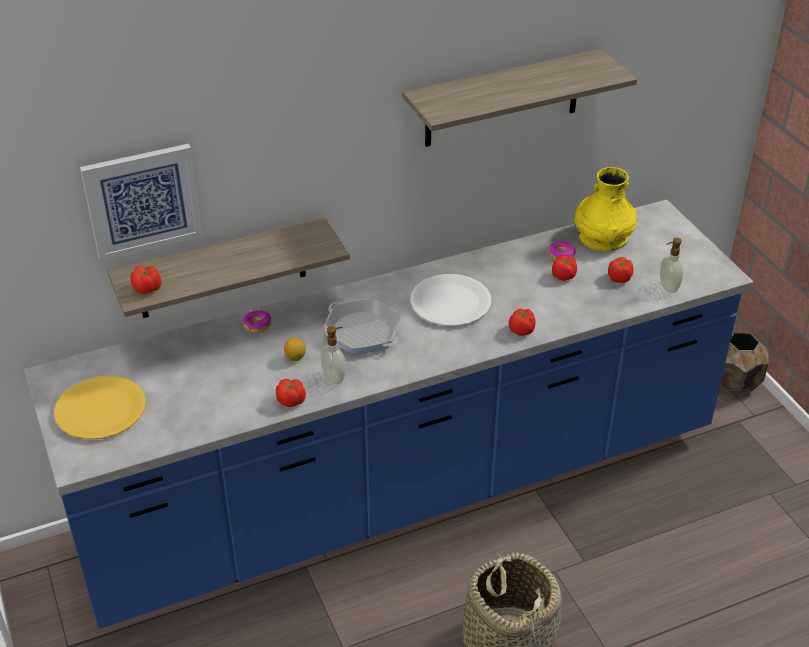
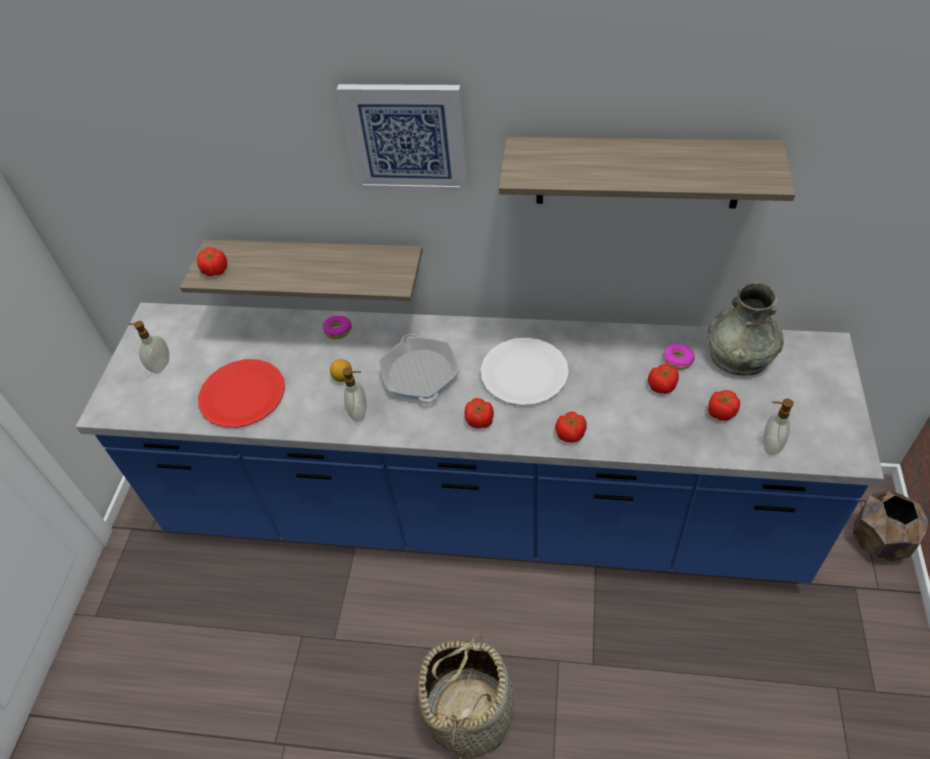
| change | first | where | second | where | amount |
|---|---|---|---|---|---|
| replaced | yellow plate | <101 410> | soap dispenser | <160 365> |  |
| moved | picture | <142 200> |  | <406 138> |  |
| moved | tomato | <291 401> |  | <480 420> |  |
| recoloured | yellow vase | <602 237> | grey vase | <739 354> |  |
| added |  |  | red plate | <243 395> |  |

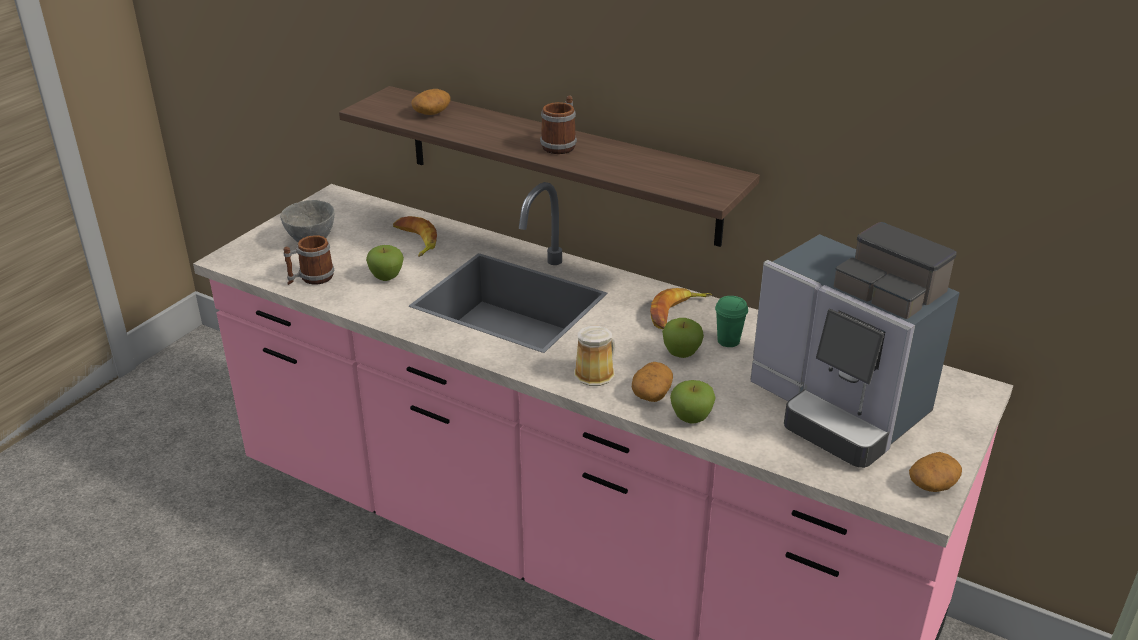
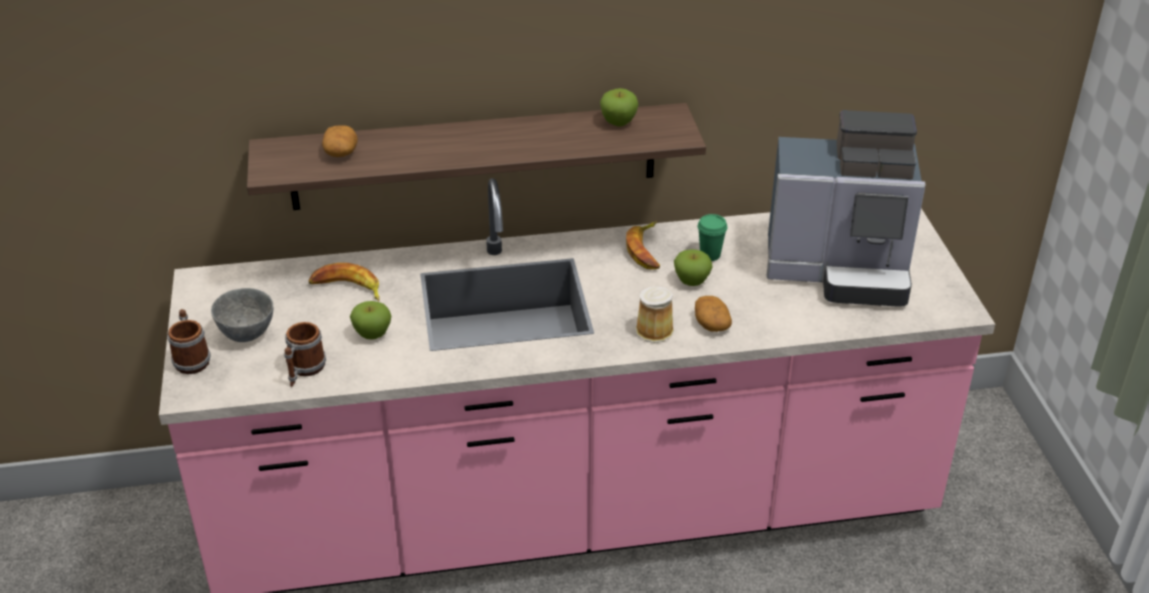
| change | first | where | second | where | amount |
|---|---|---|---|---|---|
| moved | mug | <561 145> |  | <191 358> |  |
| moved | apple | <691 418> |  | <618 123> |  |
| removed | potato | <932 484> |  |  |  |

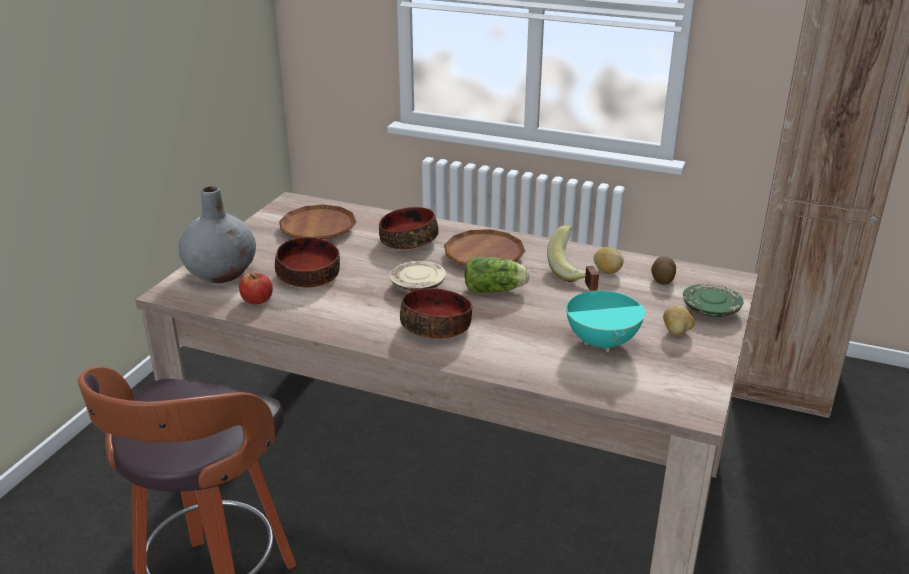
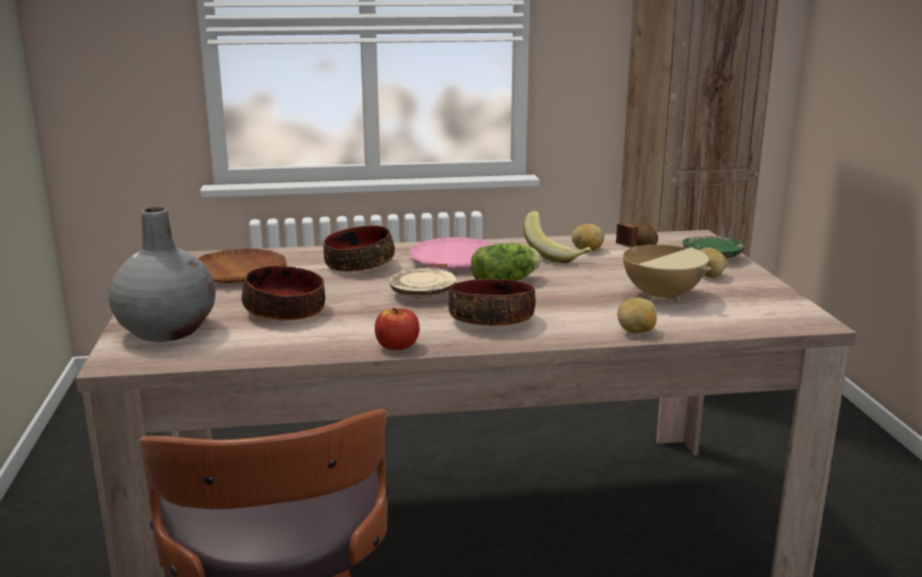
| change | first | where | second | where | amount |
|---|---|---|---|---|---|
| moved | apple | <257 300> |  | <397 346> |  |
| recoloured | brown plate | <484 255> | pink plate | <455 260> |  |
| recoloured | turquoise cooking pot | <603 341> | beige cooking pot | <662 295> |  |
| added |  |  | potato | <636 331> |  |

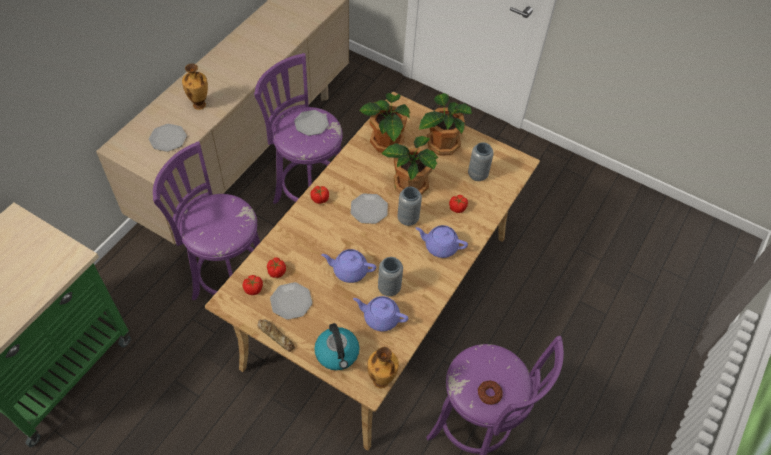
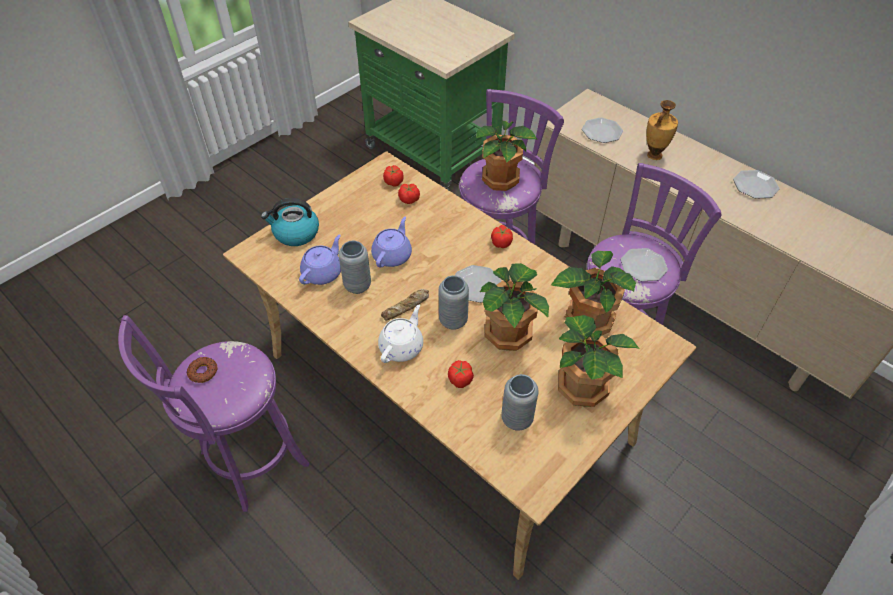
| change | first | where | second | where | amount |
|---|---|---|---|---|---|
| moved | bread | <276 336> |  | <406 307> |  |
| moved | plate | <291 301> |  | <755 185> |  |
| removed | vase | <381 382> |  |  |  |
| recoloured | purple teapot | <440 246> | white teapot | <402 346> |  |
| added |  |  | potted plant | <502 180> |  |

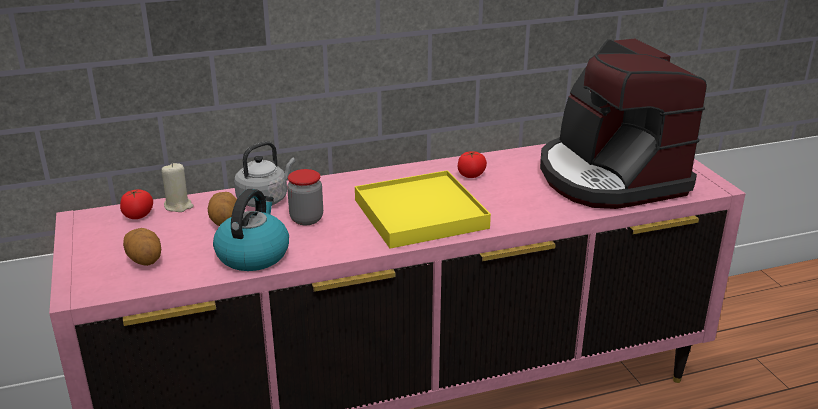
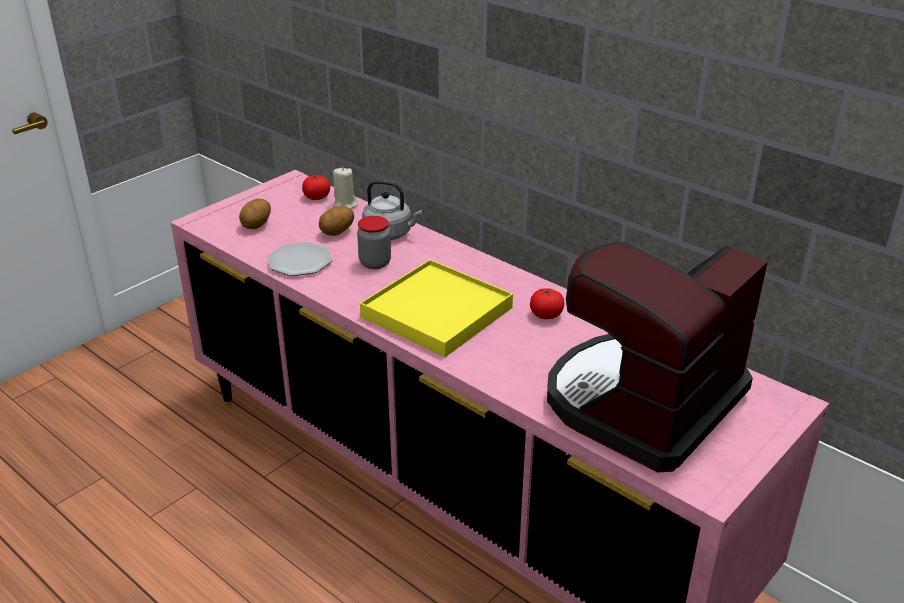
| change | first | where | second | where | amount |
|---|---|---|---|---|---|
| replaced | kettle | <253 254> | plate | <299 261> |  |

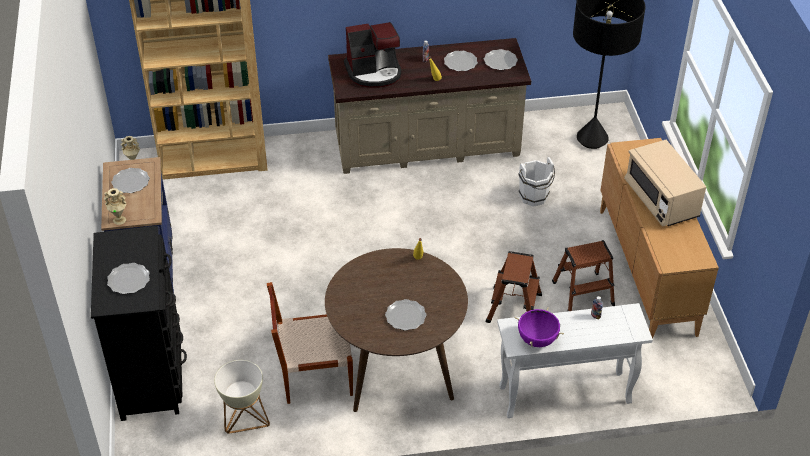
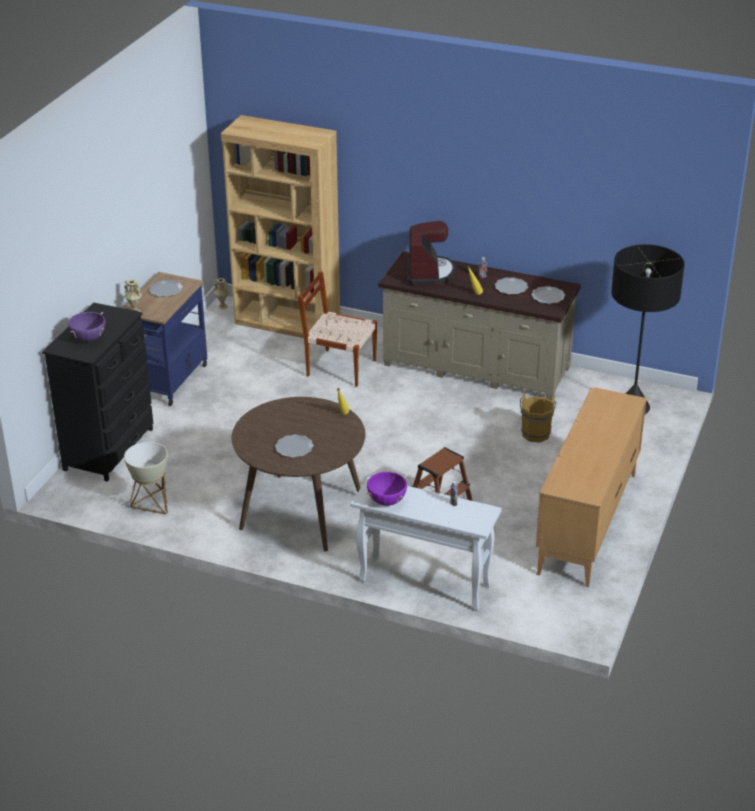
| change | first | where | second | where | amount |
|---|---|---|---|---|---|
| replaced | plate | <128 280> | purple cooking pot | <88 338> |  |
| moved | chair | <314 375> |  | <339 367> |  |
| turned | coffee machine | <374 72> |  | <429 273> | 105 degrees counterclockwise |
| recoloured | white bucket | <534 198> | brown bucket | <535 435> |  |
| removed | brown step ladder | <583 293> |  |  |  |
| removed | beige microwave | <661 200> |  |  |  |

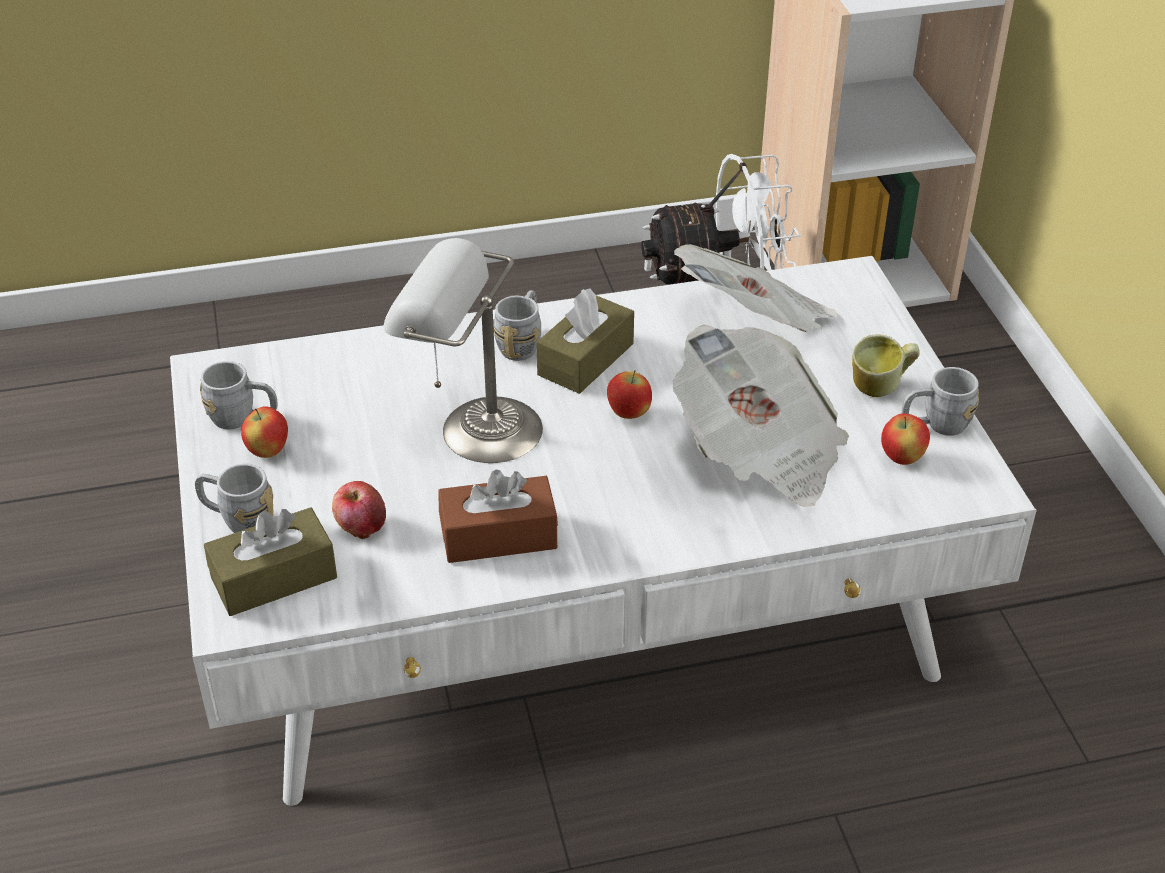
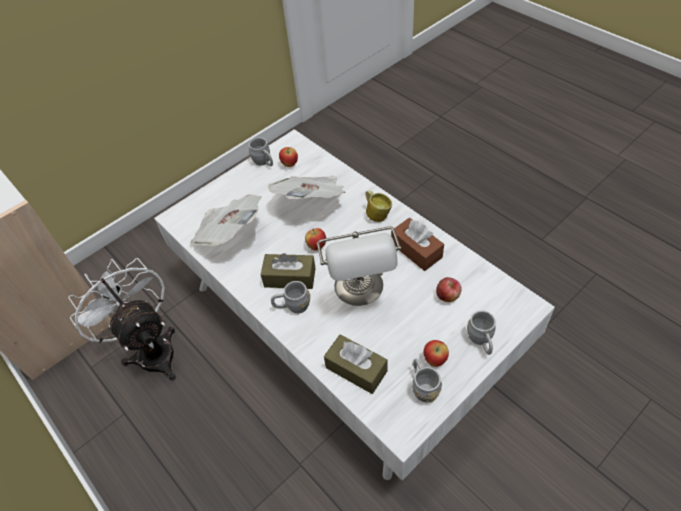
| change | first | where | second | where | amount |
|---|---|---|---|---|---|
| moved | brown tissue box | <274 578> |  | <356 369> |  |
| moved | mug | <880 388> |  | <377 214> |  |

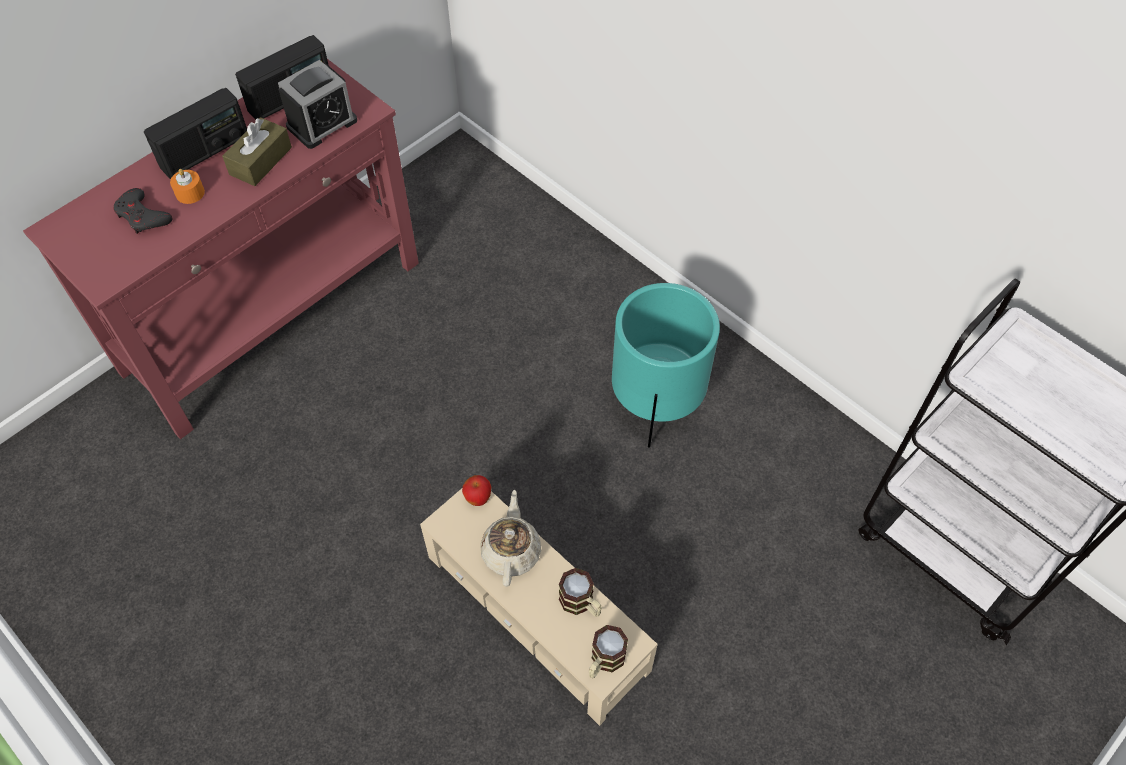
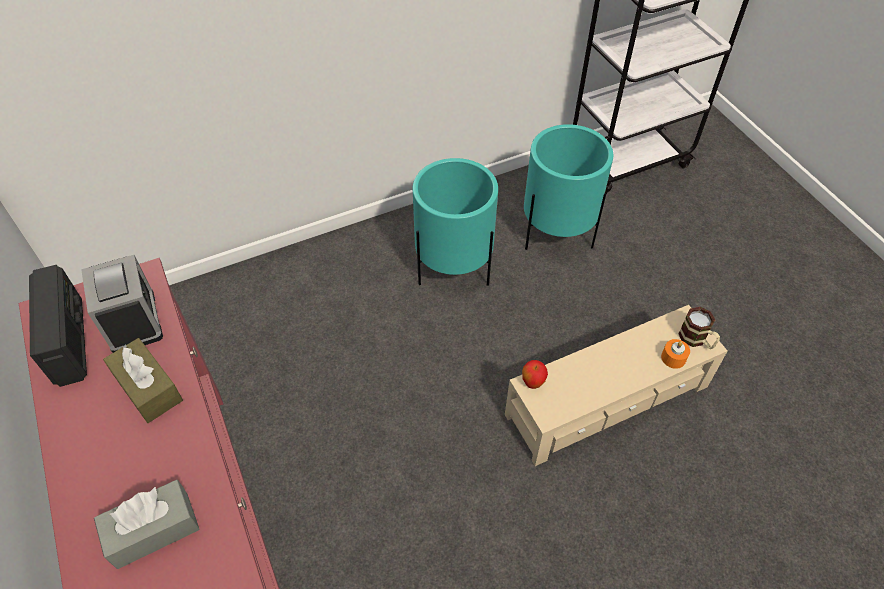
| change | first | where | second | where | amount |
|---|---|---|---|---|---|
| replaced | grey game controller | <143 216> | grey tissue box | <153 530> |  |
| removed | radio | <205 151> |  |  |  |
| moved | orange candle | <190 193> |  | <673 358> |  |
| removed | beige teapot | <511 551> |  |  |  |
| removed | mug | <581 603> |  |  |  |
| added |  |  | turquoise planter | <557 234> |  |

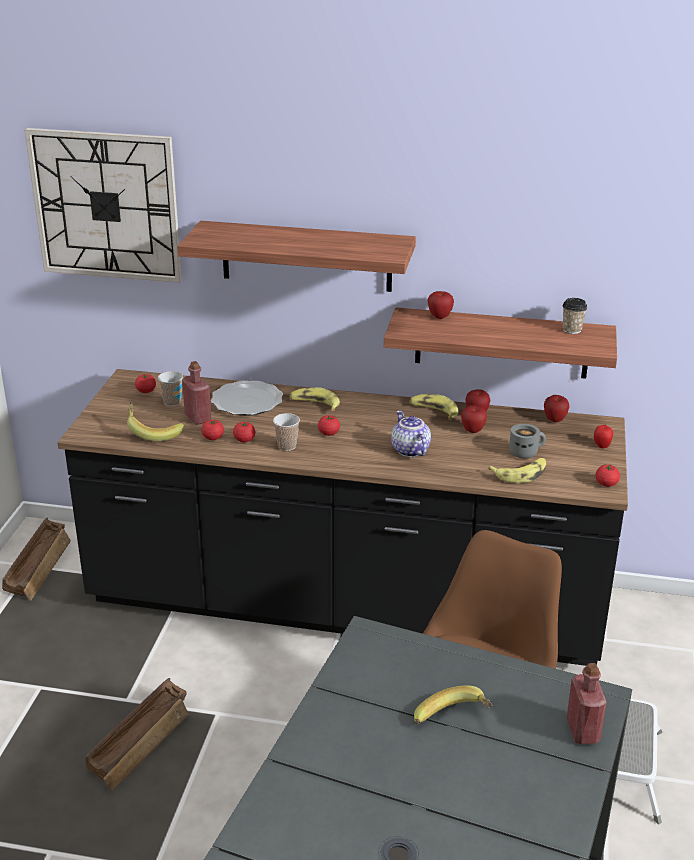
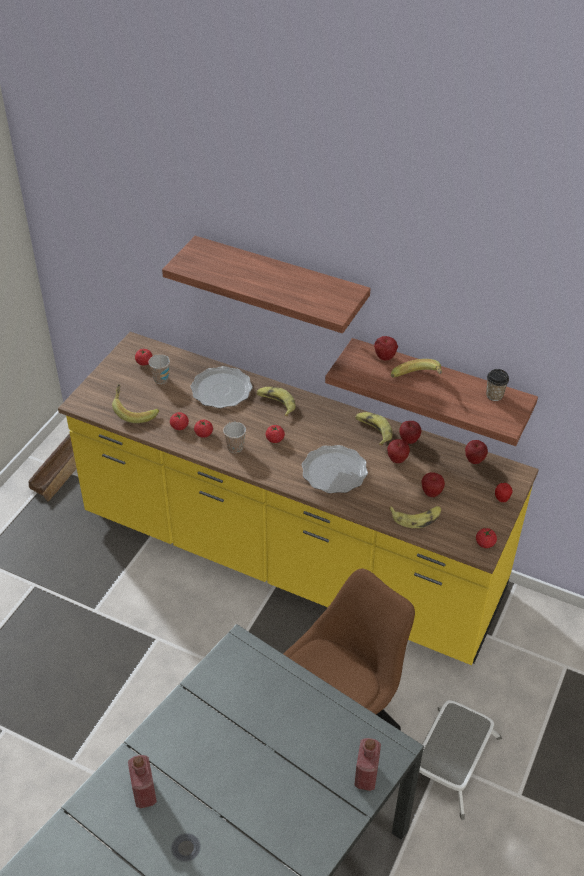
| change | first | where | second | where | amount |
|---|---|---|---|---|---|
| removed | wall clock | <106 205> |  |  |  |
| recoloured | black counter | <345 604> | yellow counter | <290 557> |  |
| removed | crate | <141 740> |  |  |  |
| moved | red bottle | <198 417> |  | <144 793> |  |
| replaced | teapot | <409 450> | plate | <334 472> |  |
| moved | banana | <453 722> |  | <417 381> |  |
| replaced | grey mug | <525 452> | apple | <431 493> |  |

